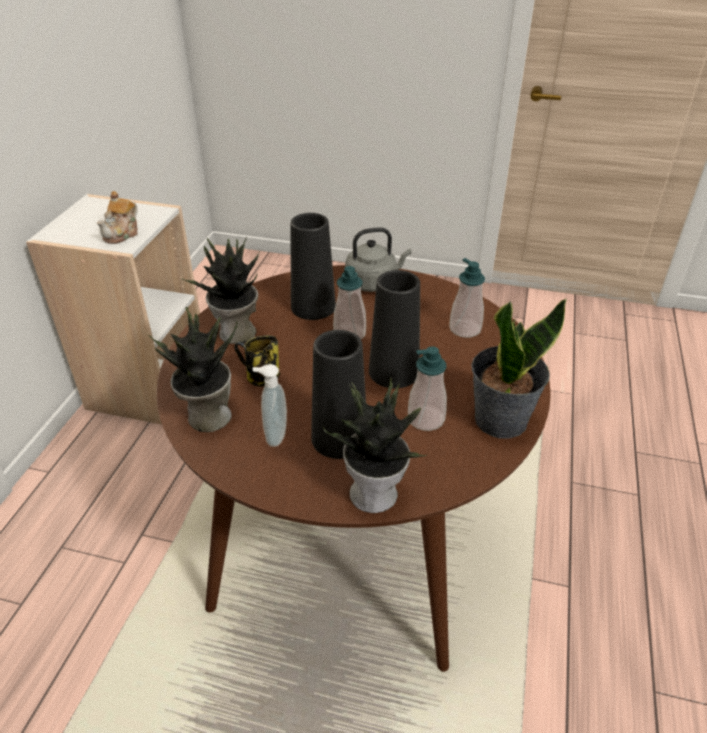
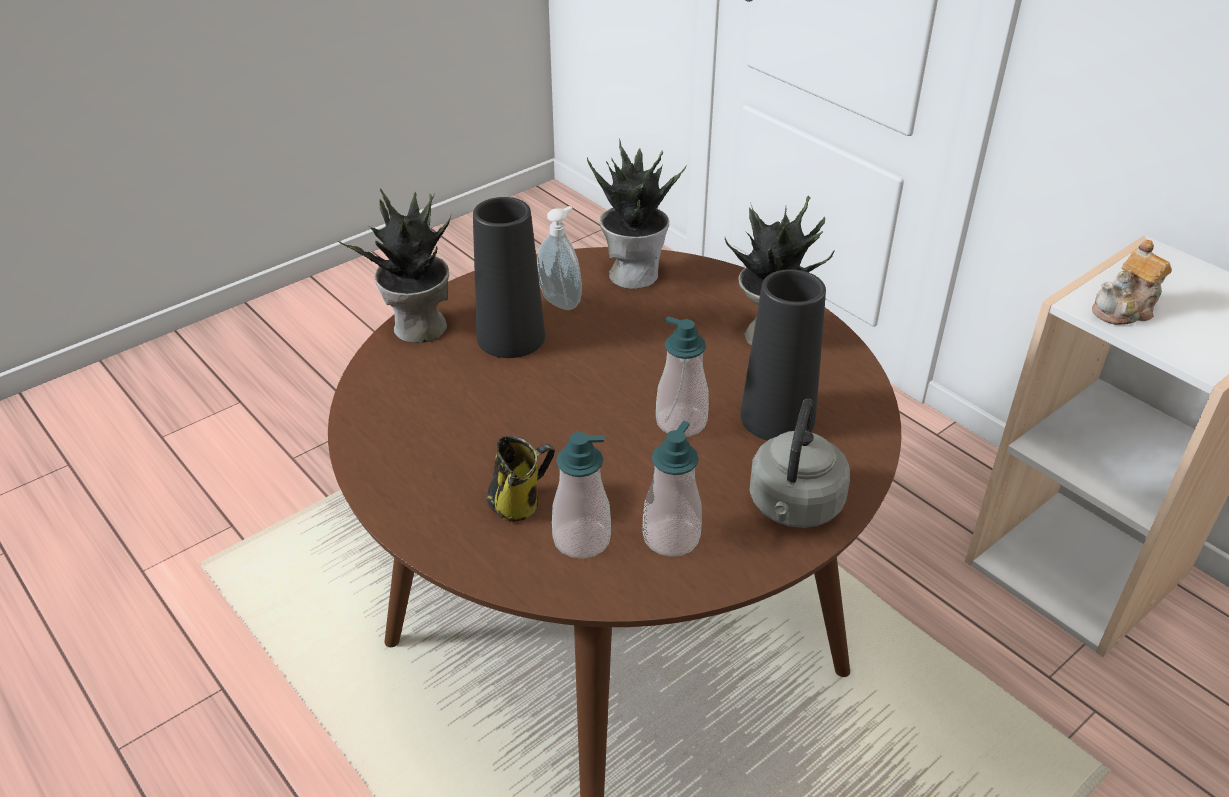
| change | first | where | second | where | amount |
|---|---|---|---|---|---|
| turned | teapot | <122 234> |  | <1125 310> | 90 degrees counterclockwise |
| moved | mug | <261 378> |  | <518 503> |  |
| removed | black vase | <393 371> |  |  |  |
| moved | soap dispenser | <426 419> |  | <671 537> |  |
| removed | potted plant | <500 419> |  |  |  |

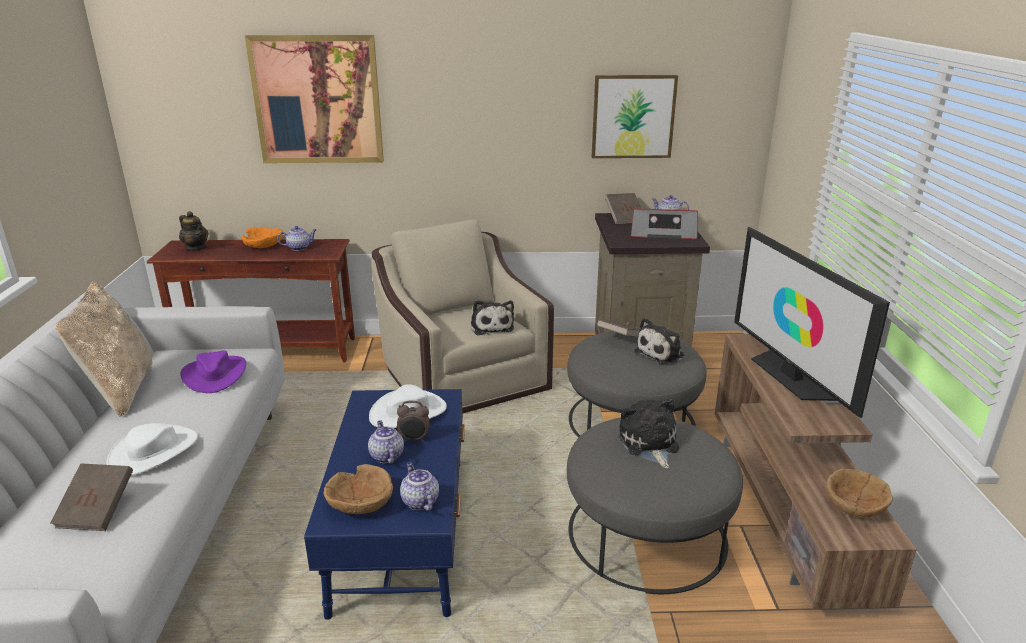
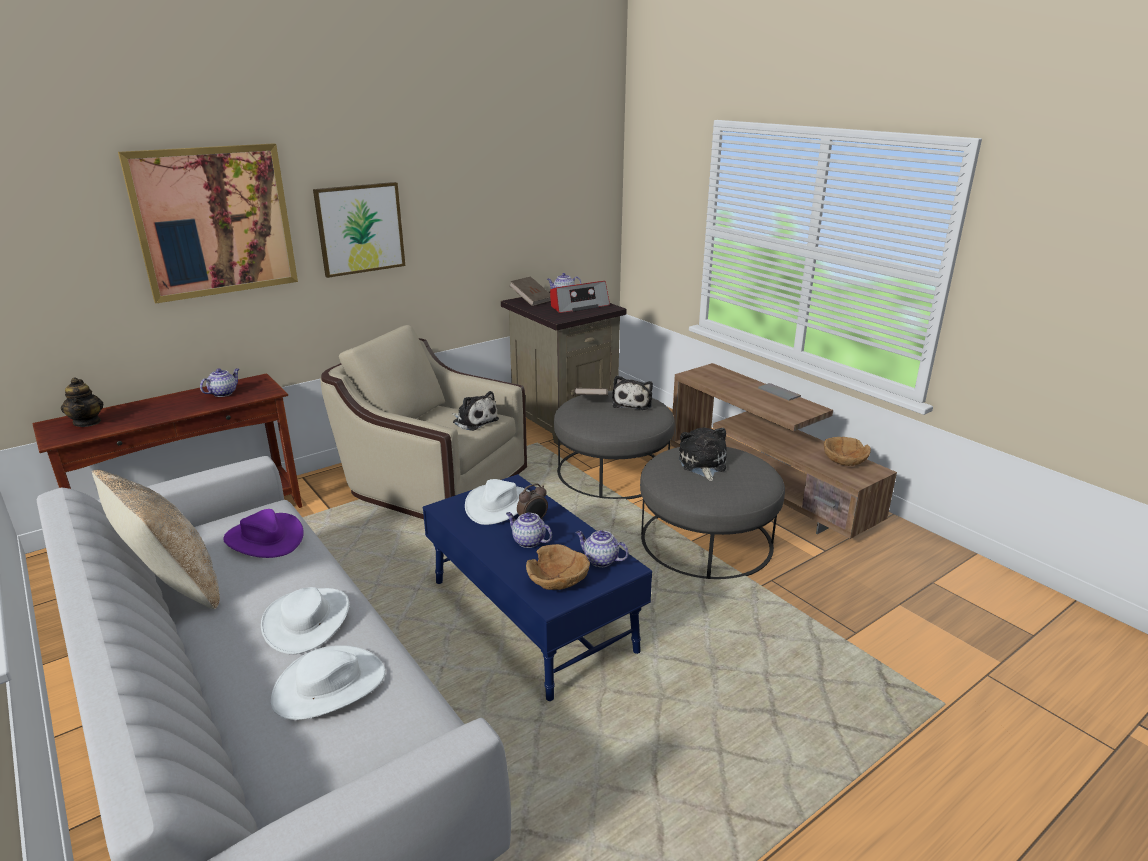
| change | first | where | second | where | amount |
|---|---|---|---|---|---|
| replaced | brown book | <98 511> | white hat | <329 686> |  |
| turned | teapot | <196 248> |  | <87 422> | 60 degrees clockwise |
| removed | orange bowl | <264 246> |  |  |  |
| moved | picture | <633 116> |  | <360 229> |  |
| turned | plush toy | <649 444> |  | <702 464> | 45 degrees clockwise |
| removed | television | <790 376> |  |  |  |

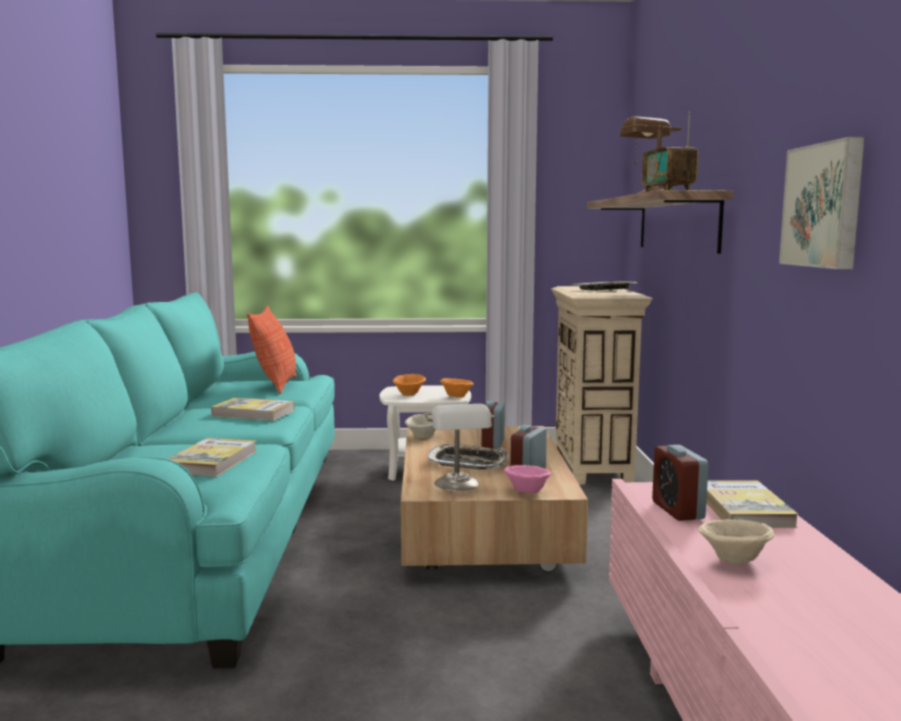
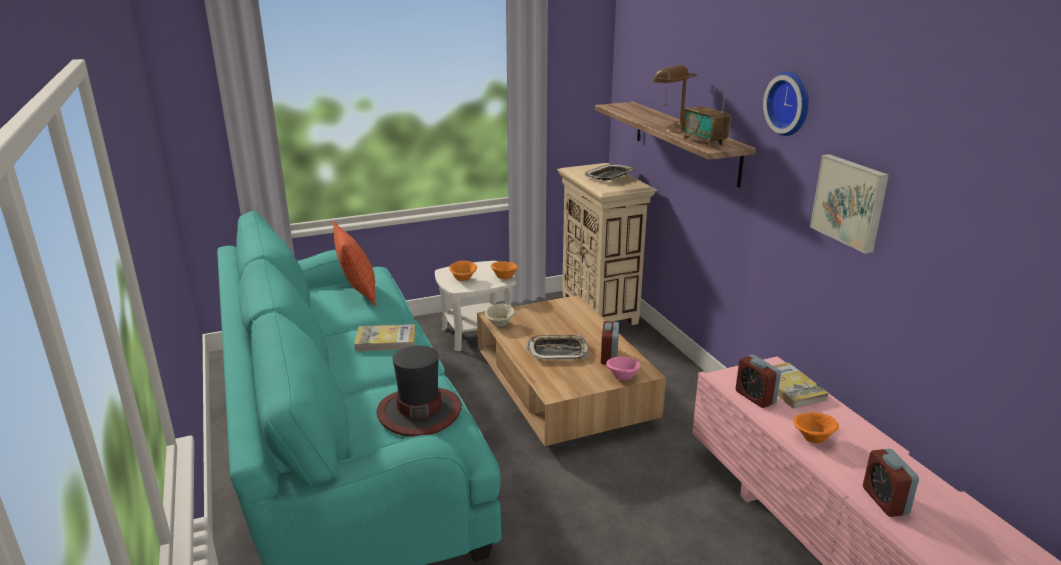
| change | first | where | second | where | amount |
|---|---|---|---|---|---|
| replaced | book | <212 461> | hat | <419 411> |  |
| removed | white table lamp | <460 486> |  |  |  |
| moved | alarm clock | <493 444> |  | <885 501> |  |
| recoloured | beige bowl | <734 561> | orange bowl | <813 439> |  |
| added |  |  | wall clock | <790 103> |  |

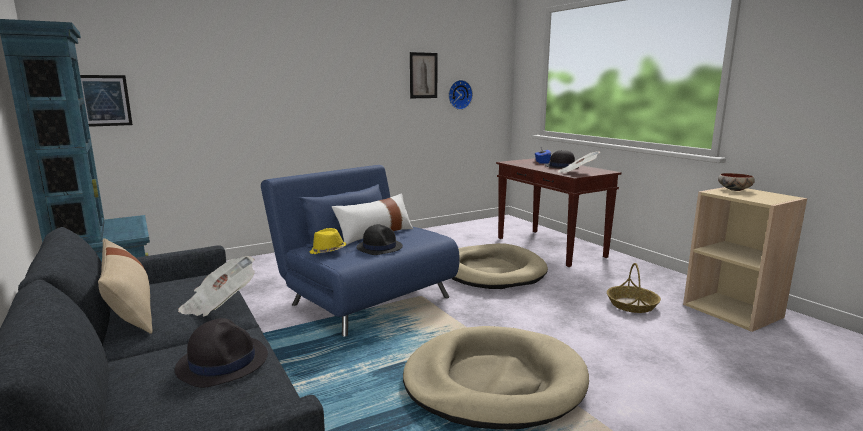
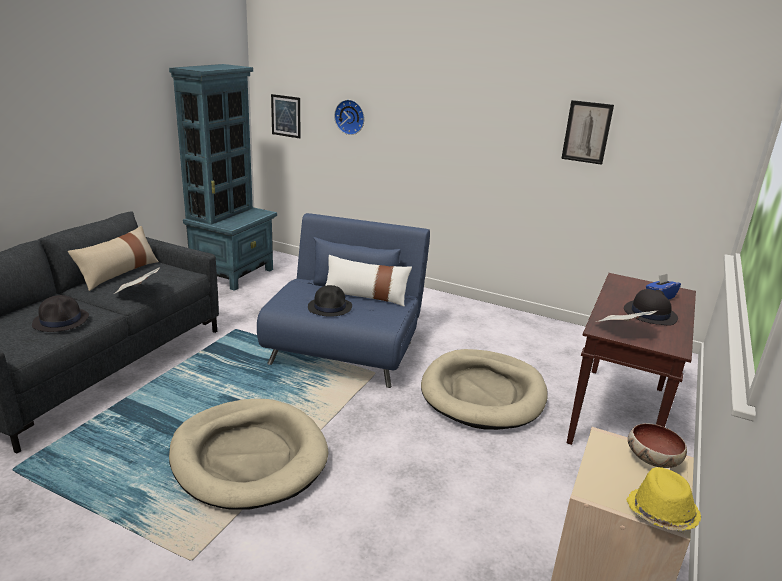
| change | first | where | second | where | amount |
|---|---|---|---|---|---|
| moved | yellow hat | <327 252> |  | <660 513> |  |
| moved | wall clock | <459 94> |  | <350 117> |  |
| removed | basket | <631 305> |  |  |  |

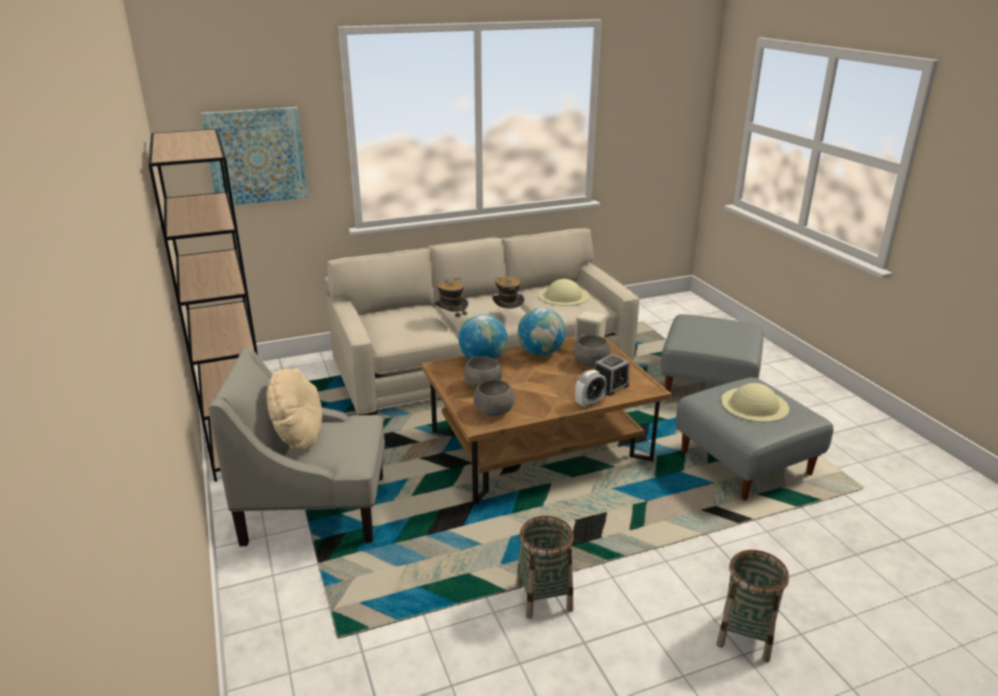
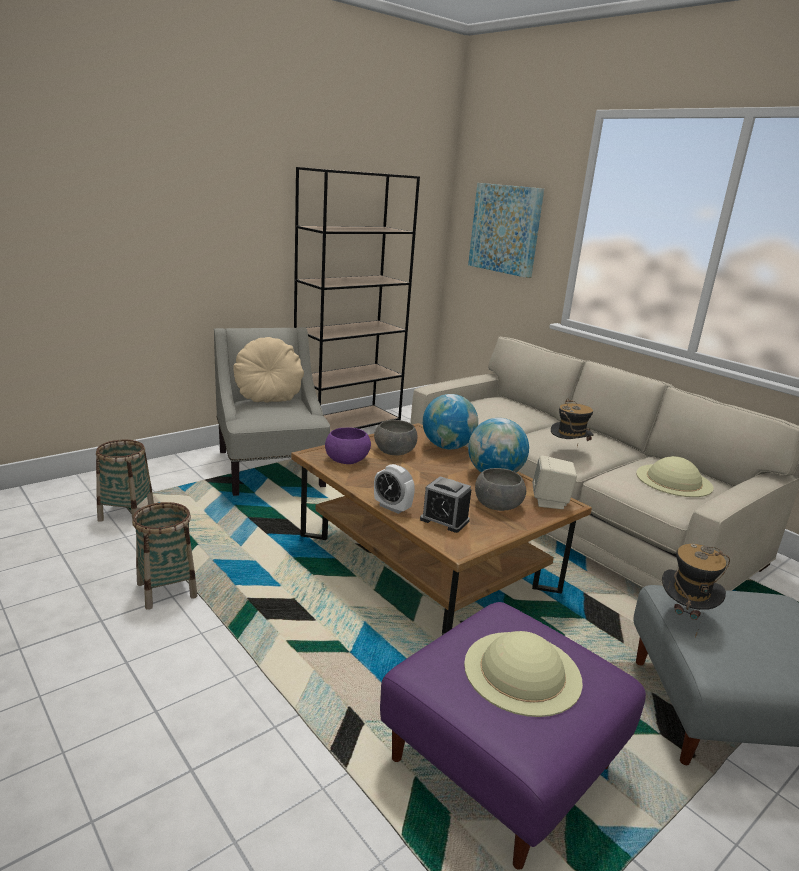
| change | first | where | second | where | amount |
|---|---|---|---|---|---|
| moved | hat | <451 321> |  | <684 616> |  |
| recoloured | grey bowl | <493 410> | purple bowl | <347 459> |  |
| recoloured | grey ottoman | <746 463> | purple ottoman | <500 765> |  |
| moved | basket | <745 635> |  | <126 513> |  |

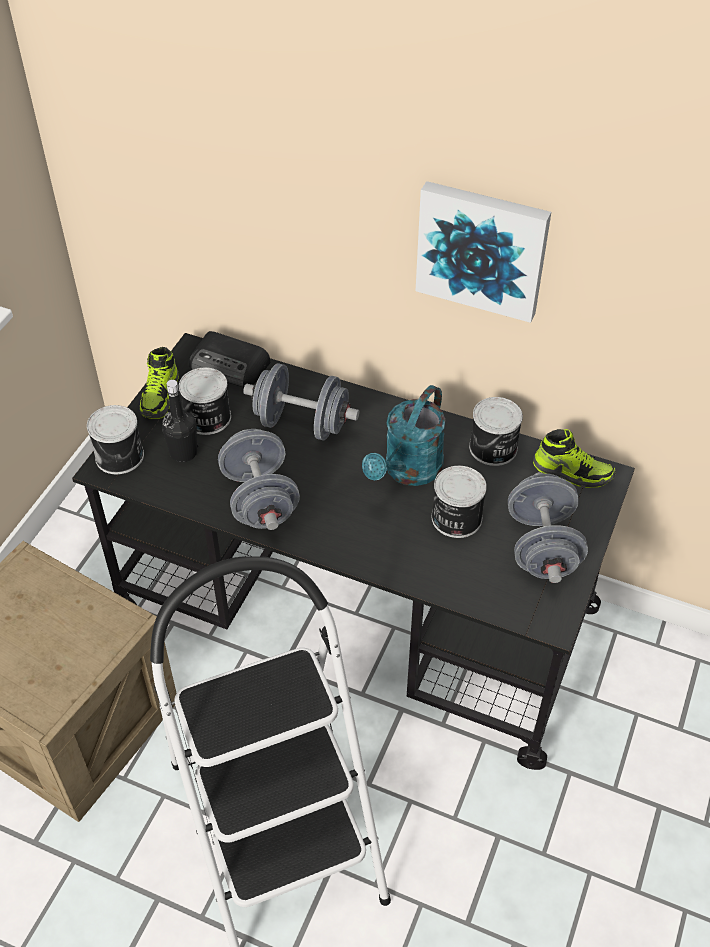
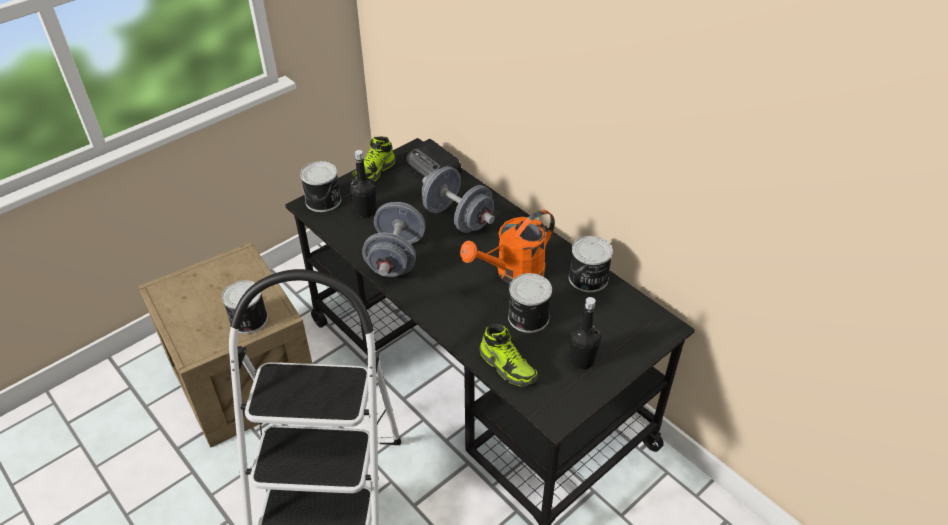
| change | first | where | second | where | amount |
|---|---|---|---|---|---|
| moved | can | <207 418> |  | <248 320> |  |
| recoloured | turquoise watering can | <408 472> | orange watering can | <513 274> |  |
| removed | picture | <482 249> |  |  |  |
| replaced | grey dumbbell | <542 547> | black bottle | <581 360> |  |
| moved | shoe | <572 472> |  | <508 366> |  |

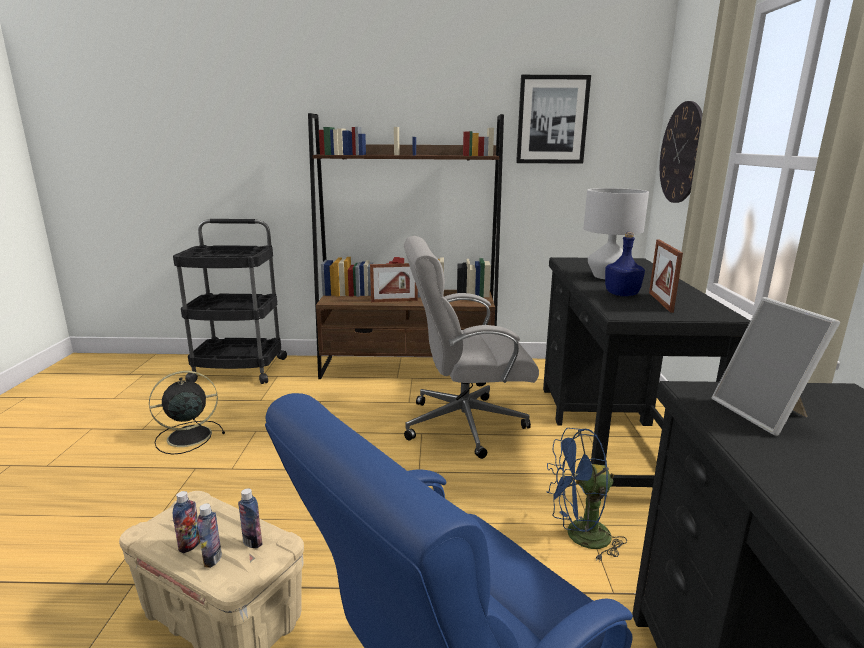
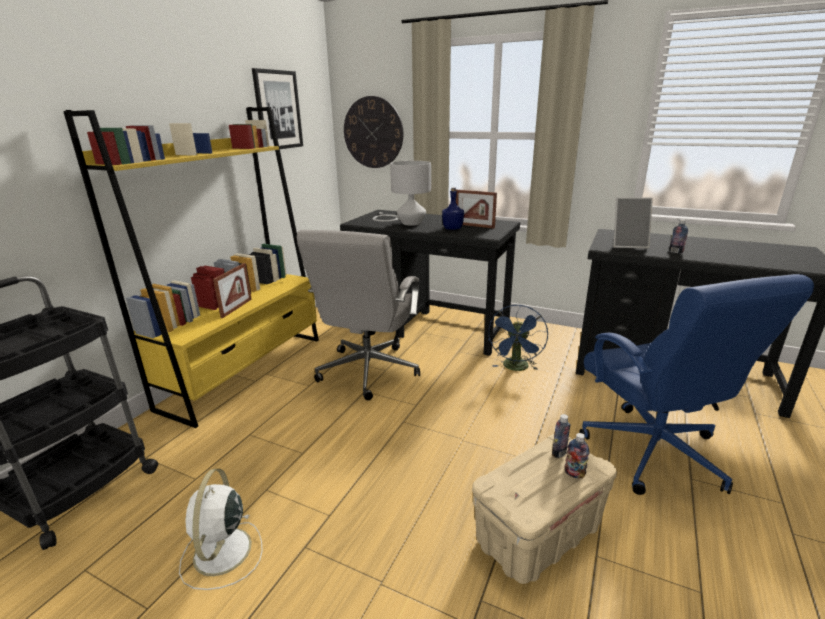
| change | first | where | second | where | amount |
|---|---|---|---|---|---|
| recoloured | black fan | <187 437> | white fan | <222 553> |  |
| moved | bottle | <190 545> |  | <675 252> |  |
| recoloured | brown bookcase | <408 369> | yellow bookcase | <246 371> |  |

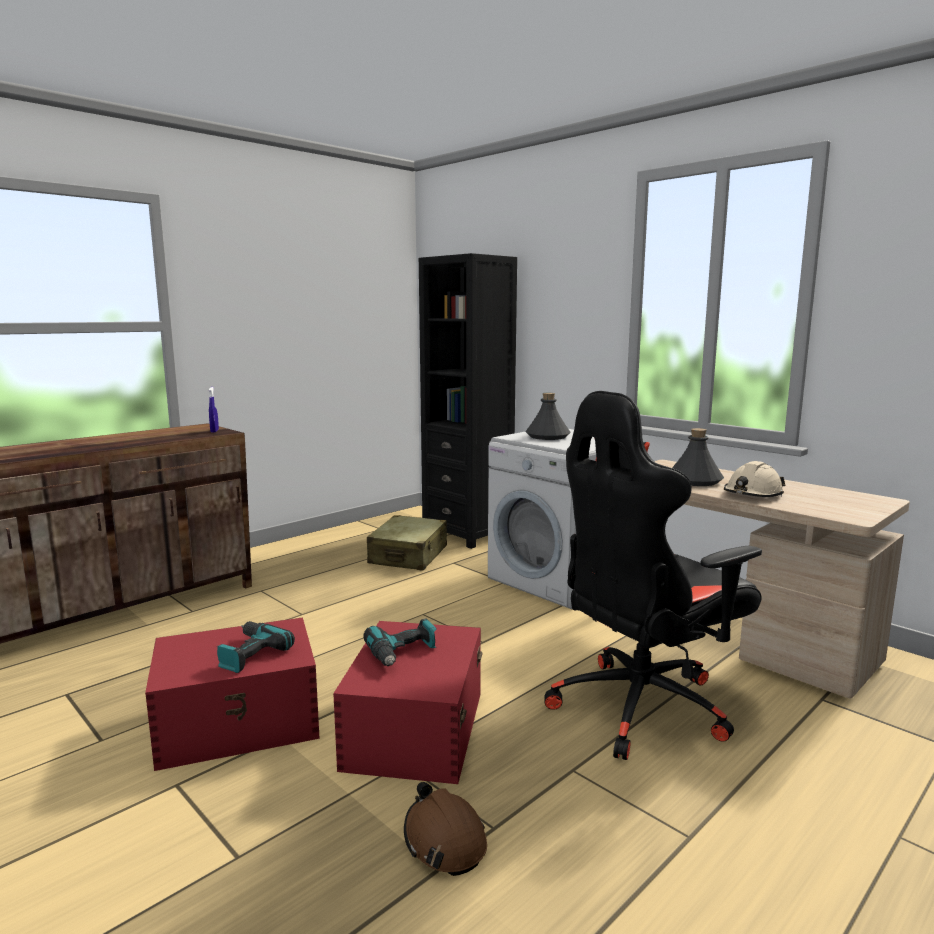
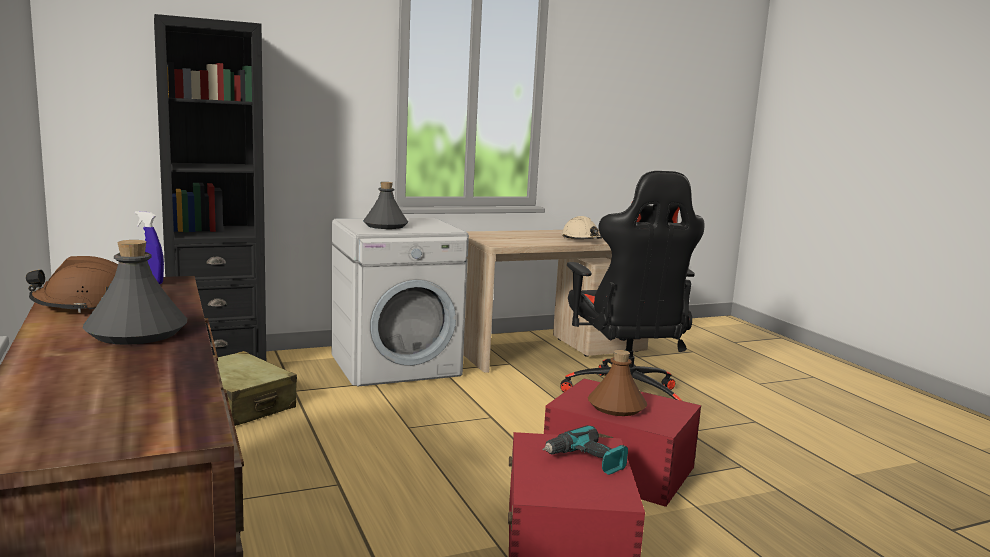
| change | first | where | second | where | amount |
|---|---|---|---|---|---|
| replaced | power drill | <403 653> | brown bottle | <616 407> |  |
| moved | brown hard hat | <444 841> |  | <87 305> |  |
| moved | grey bottle | <695 481> |  | <136 333> |  |

